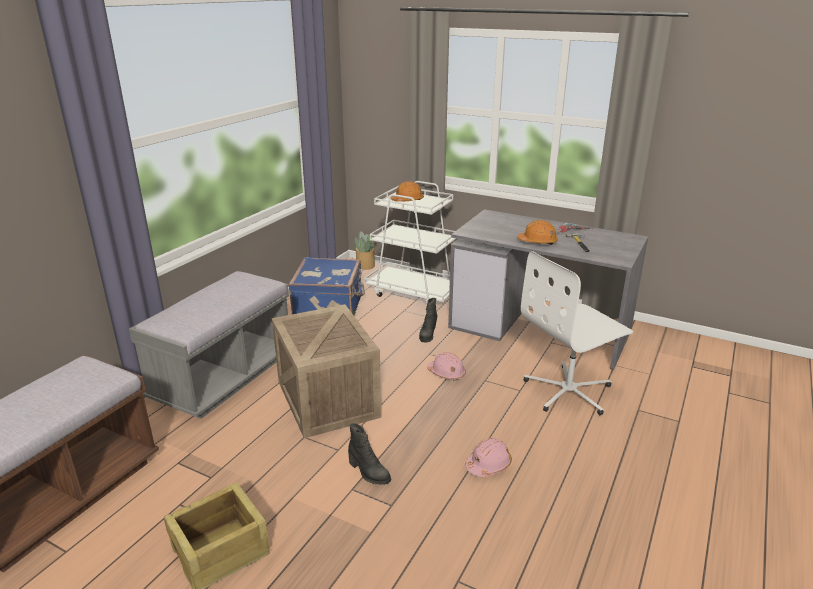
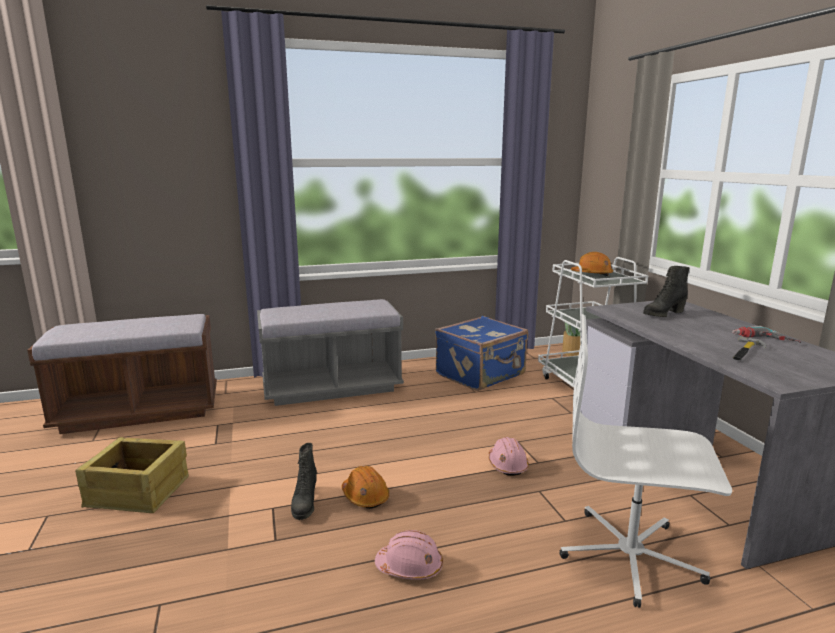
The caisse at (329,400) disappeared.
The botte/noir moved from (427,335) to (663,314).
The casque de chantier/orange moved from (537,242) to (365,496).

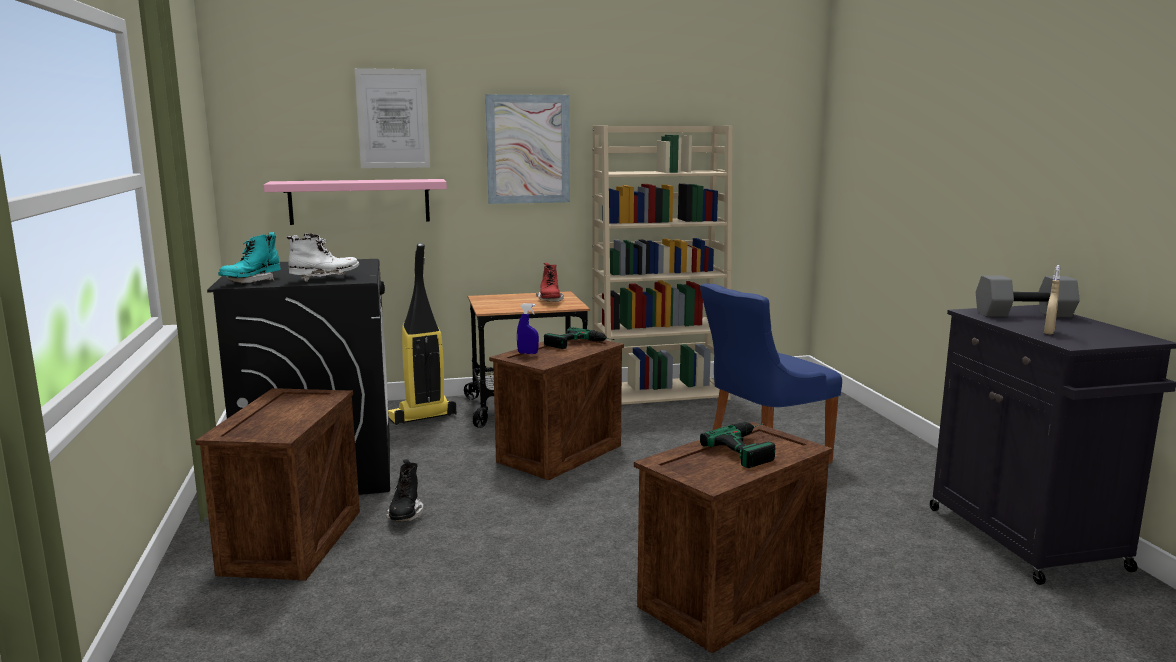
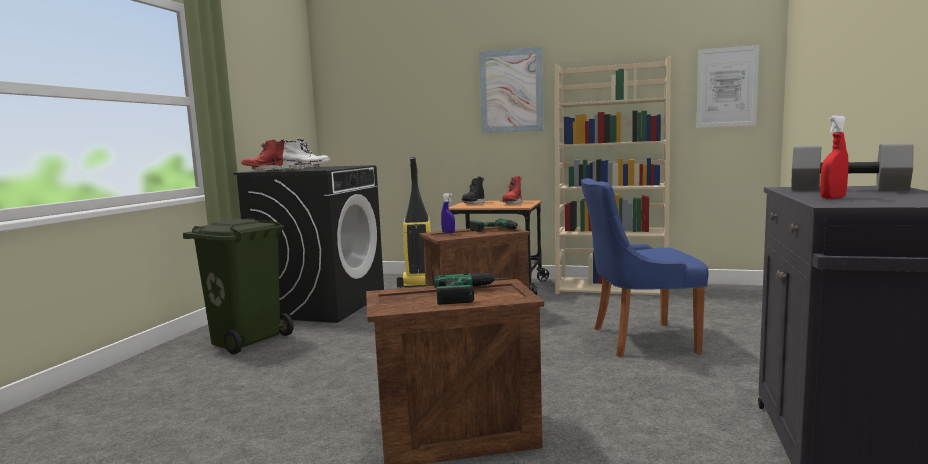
The caisse at (291,541) was replaced by the poubelle/vert at (247,339).
The botte/turquoise at (251,282) became the botte/rouge at (266,170).
The étagère/rose at (359,201) disappeared.
The tableau moved from (393,119) to (726,87).
The botte/noir moved from (405,515) to (473,204).
The vaporisateur/beige at (1049,332) became the vaporisateur/rouge at (833,198).

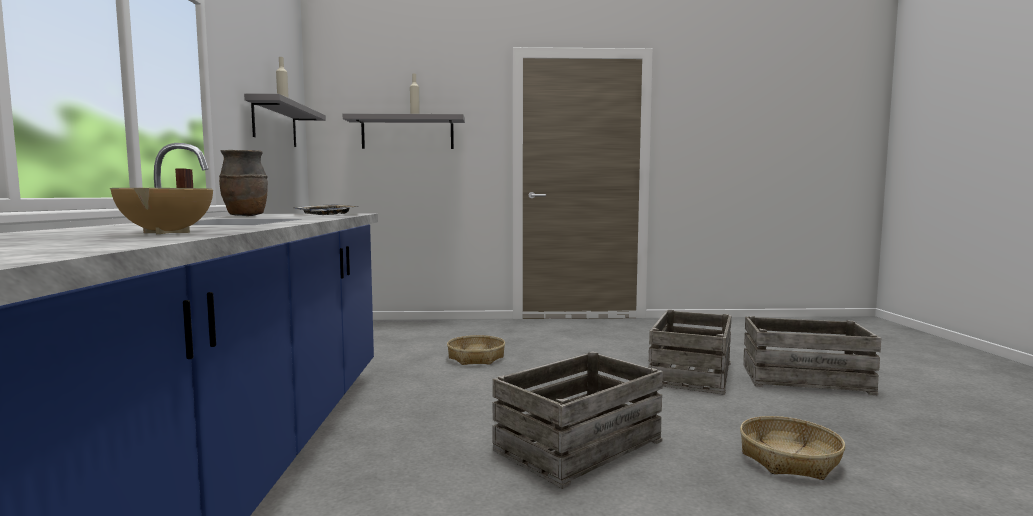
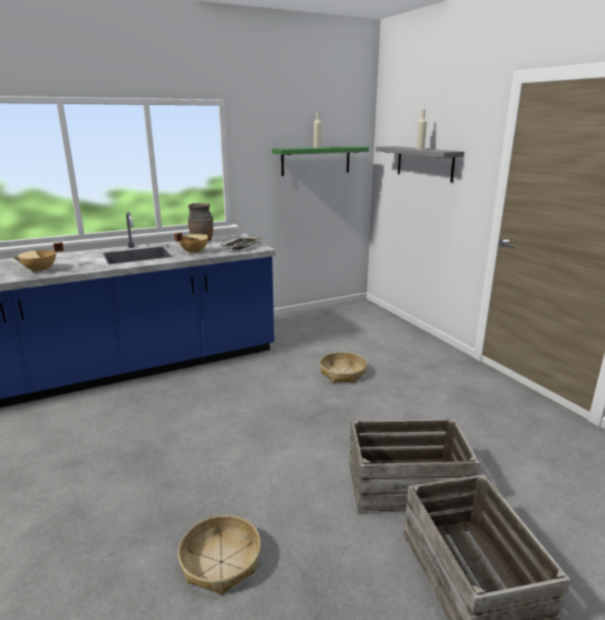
The étagère/gris at (275,124) became the étagère/vert at (316,160).
The caisse at (577,445) disappeared.
The marmite/beige at (193,252) appeared.

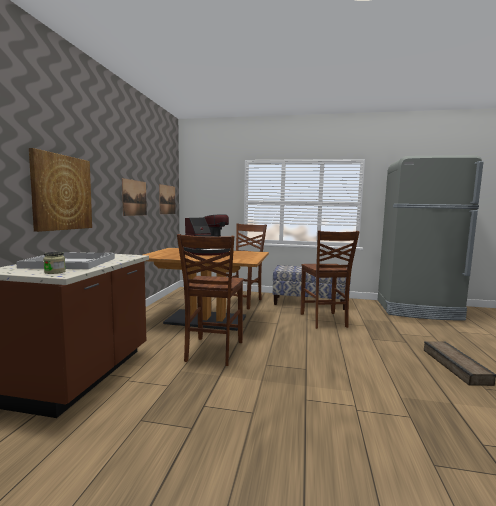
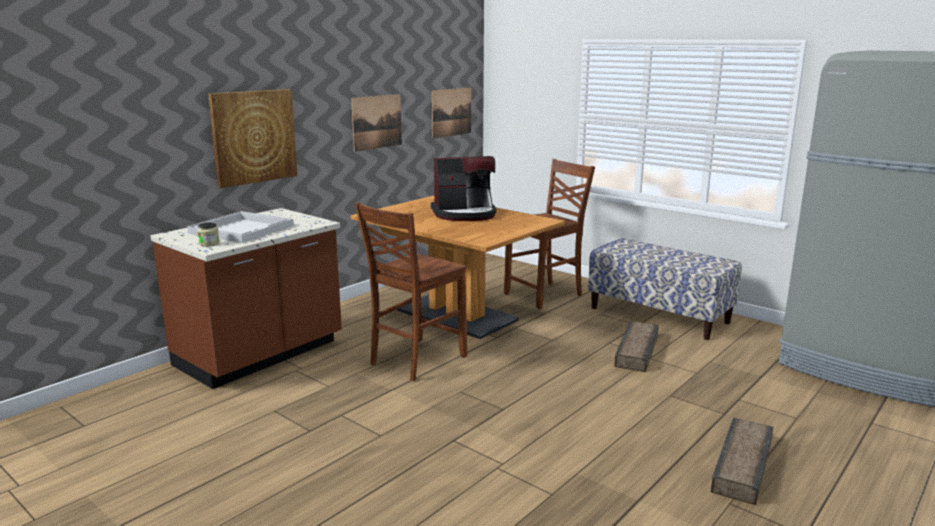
The chaise/marron at (324,321) was replaced by the caisse at (635,350).

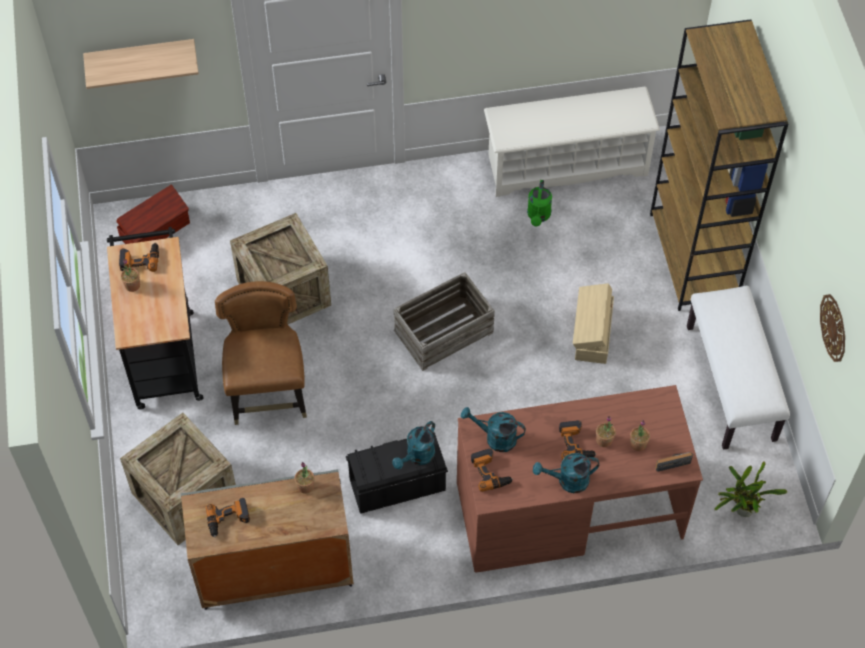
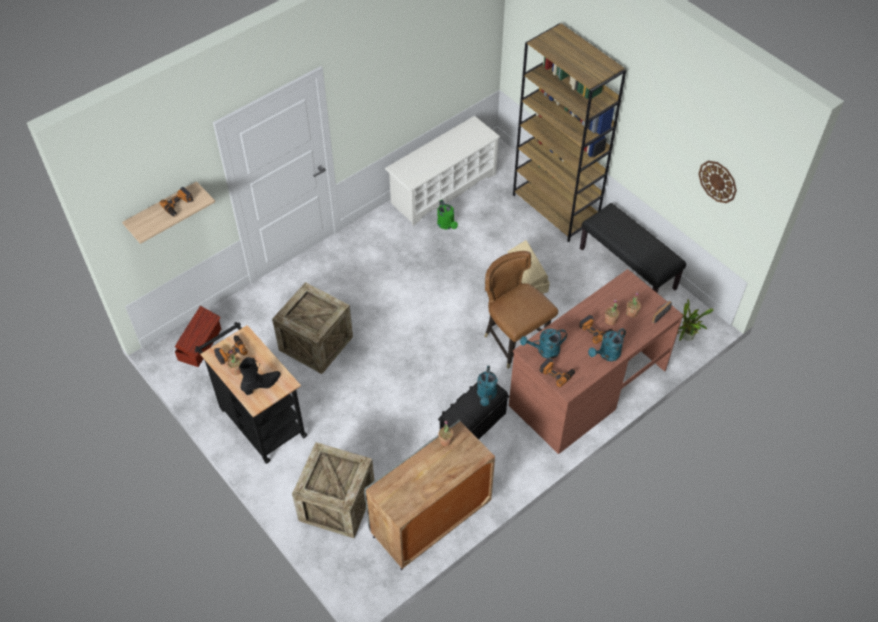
The perceuse moved from (228,520) to (178,205).
The chaise/marron moved from (269,395) to (514,341).
The caisse at (444,332) disappeared.
The banc/blanc at (732,383) became the banc/noir at (628,268).
The botte/noir at (262,385) appeared.

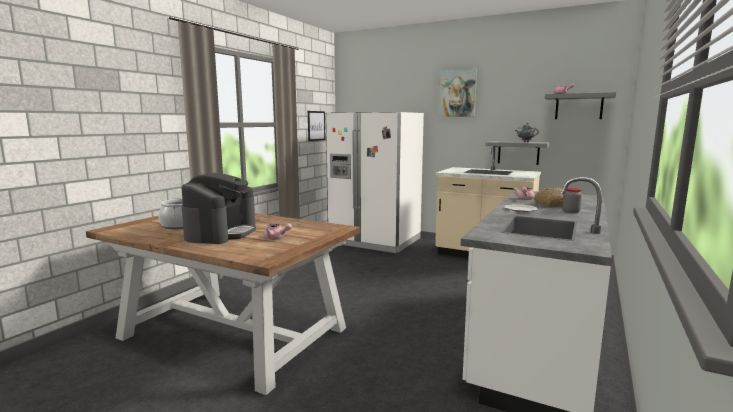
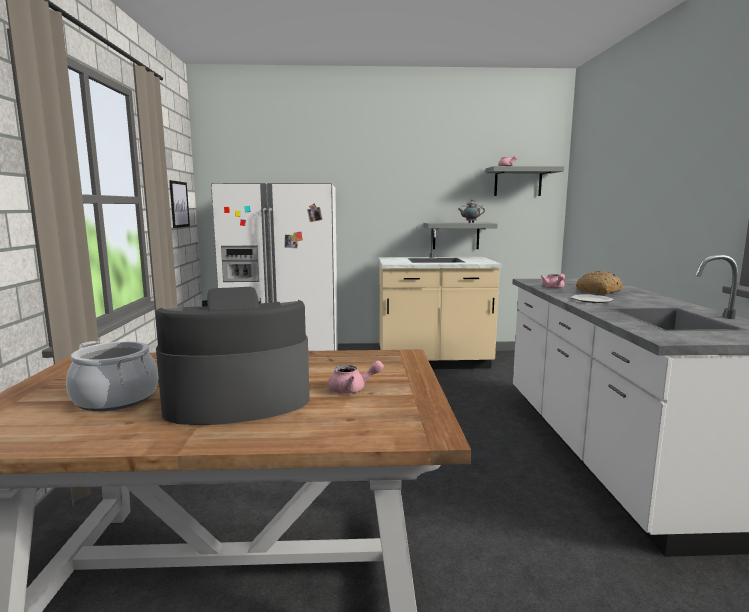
The machine à café at (221,233) turned 90 degrees counterclockwise.
The tableau at (457,93) disappeared.
The bocal at (571,211) disappeared.

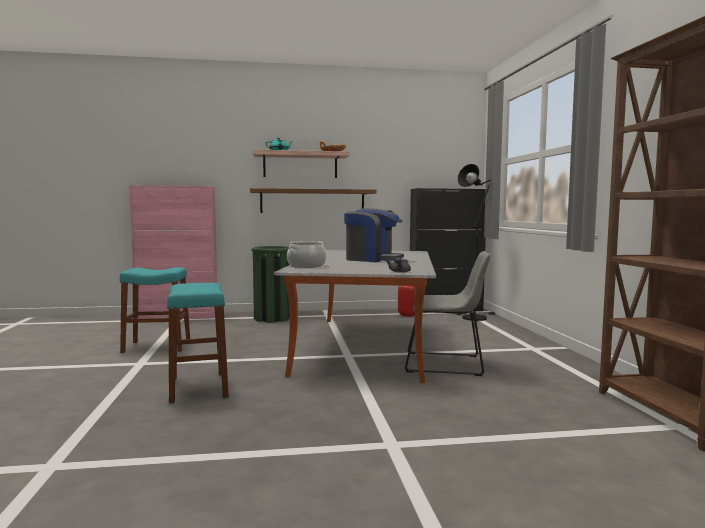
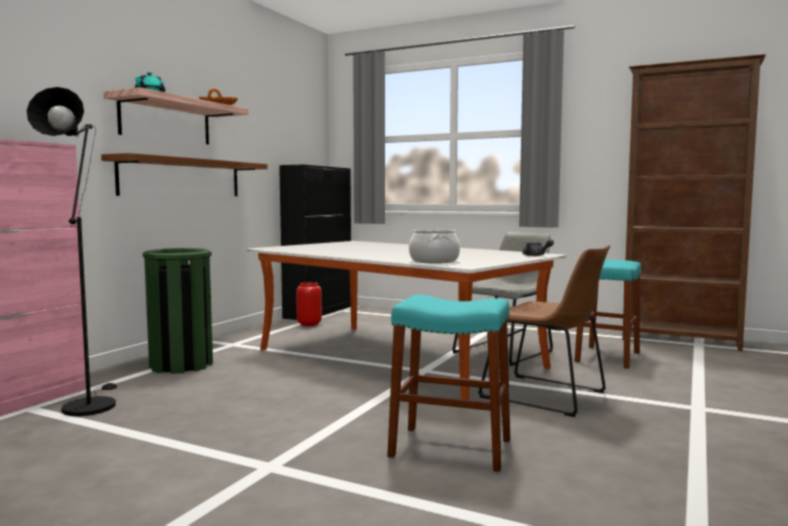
The tabouret/turquoise moved from (157,346) to (607,357).
The machine à café at (372,259) disappeared.
The lampadaire/noir moved from (476,317) to (90,404).
The chaise/marron at (548,396) appeared.

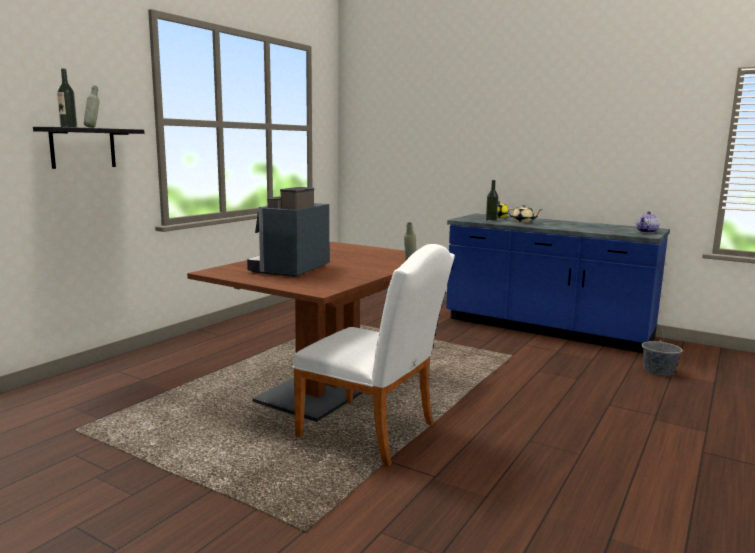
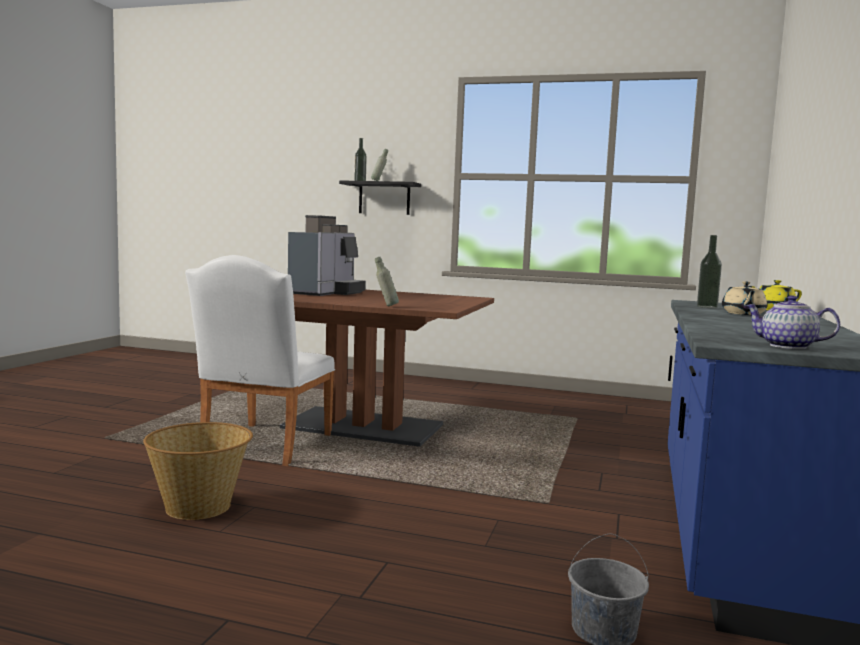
The machine à café at (290,269) turned 105 degrees clockwise.
The panier at (199,507) appeared.

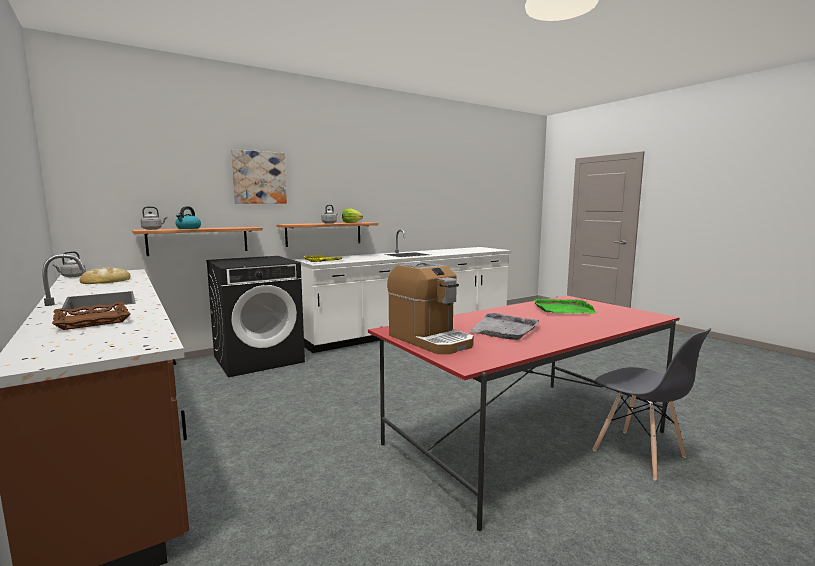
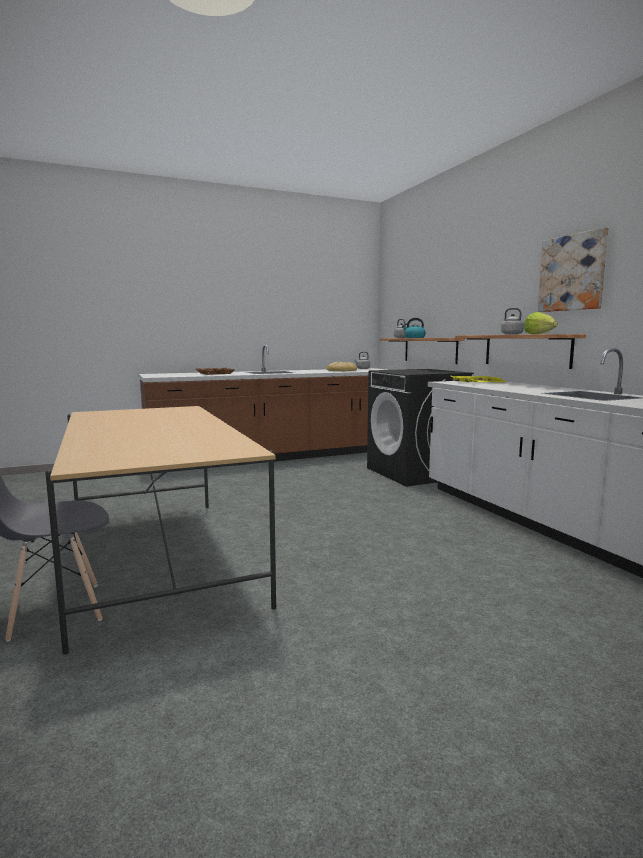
The tableau moved from (259,177) to (572,273).
The table à manger/rouge at (525,438) became the table à manger/beige at (157,558).
The machine à café at (430,340) disappeared.
The plateau/gris at (504,329) disappeared.
The plateau/vert at (562,309) disappeared.

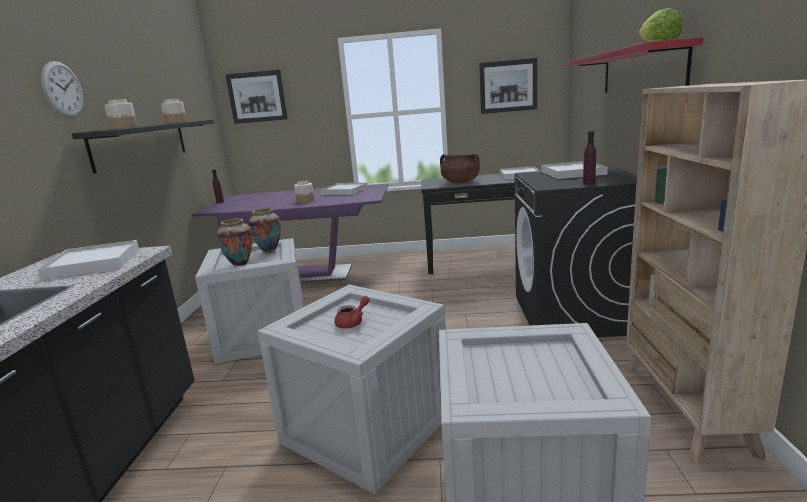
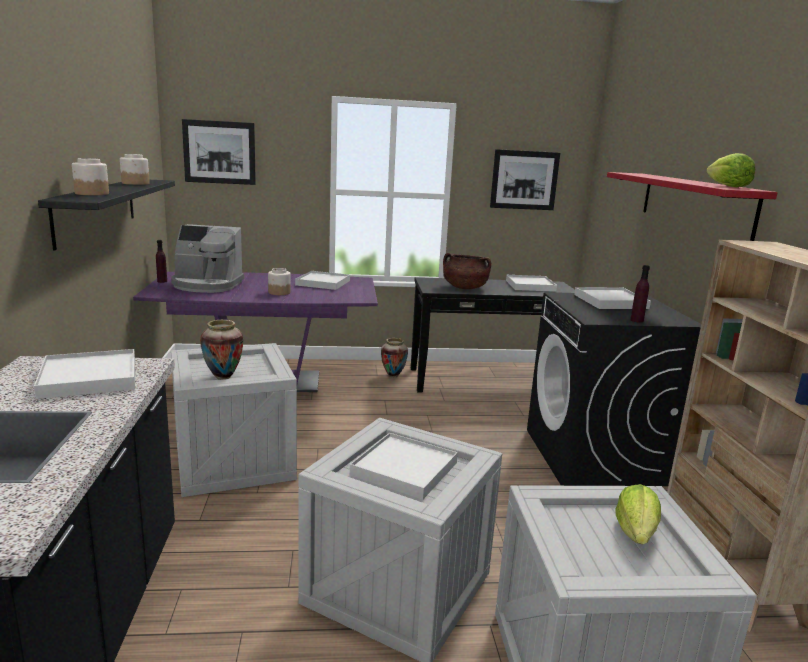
The horloge murale at (63,89) disappeared.
The vase moved from (269,252) to (393,376).
The théière/rouge at (353,322) was replaced by the plateau/blanc at (404,469).
The machine à café at (207,285) appeared.
The laitue at (636,533) appeared.

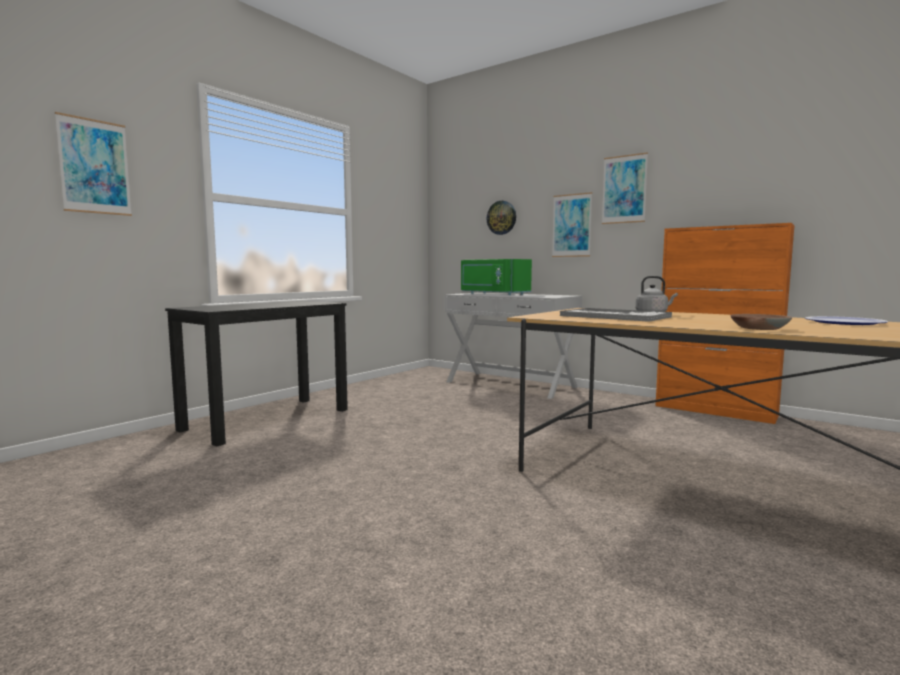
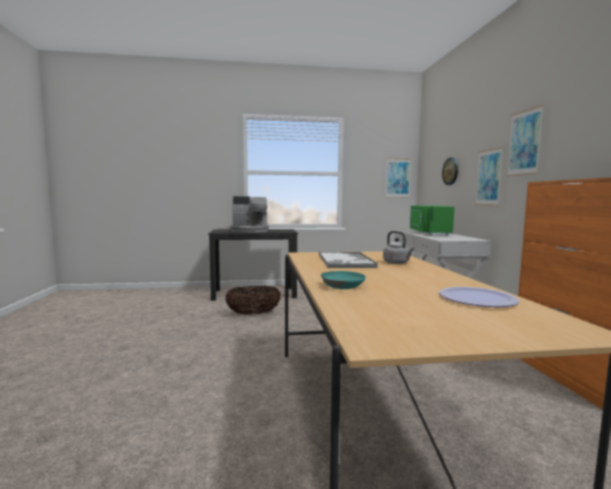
The tableau moved from (94,167) to (398,178).
The bol/marron at (758,328) became the bol/turquoise at (342,286).
The panier at (253,314) appeared.
The machine à café at (250,231) appeared.

